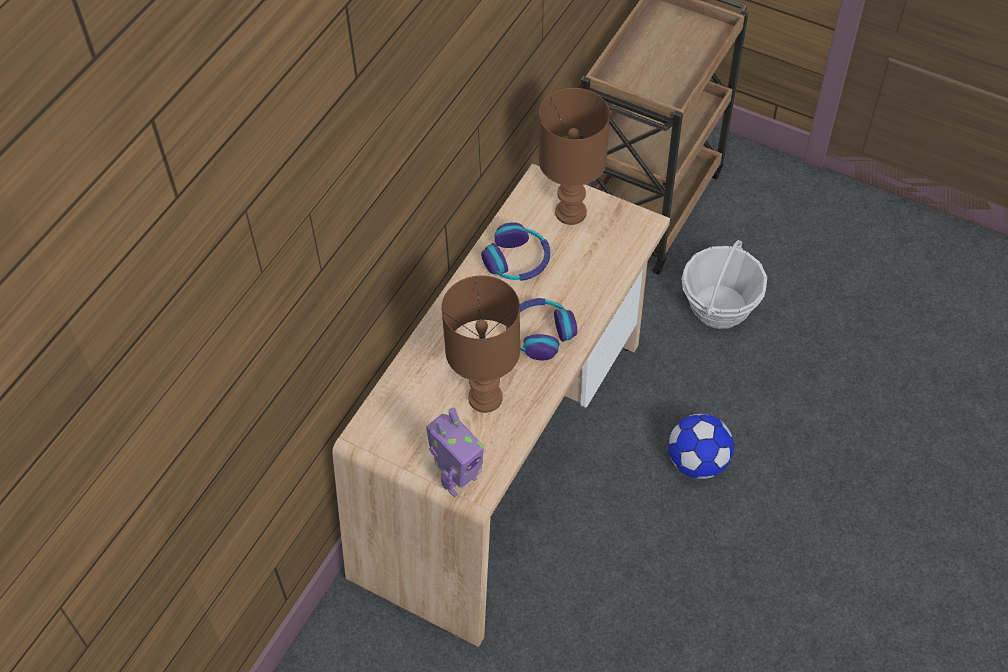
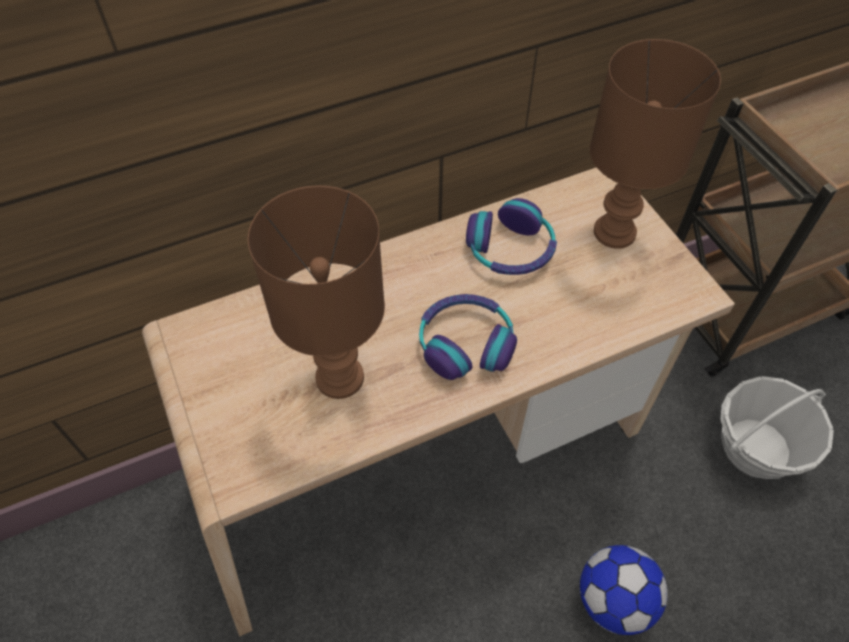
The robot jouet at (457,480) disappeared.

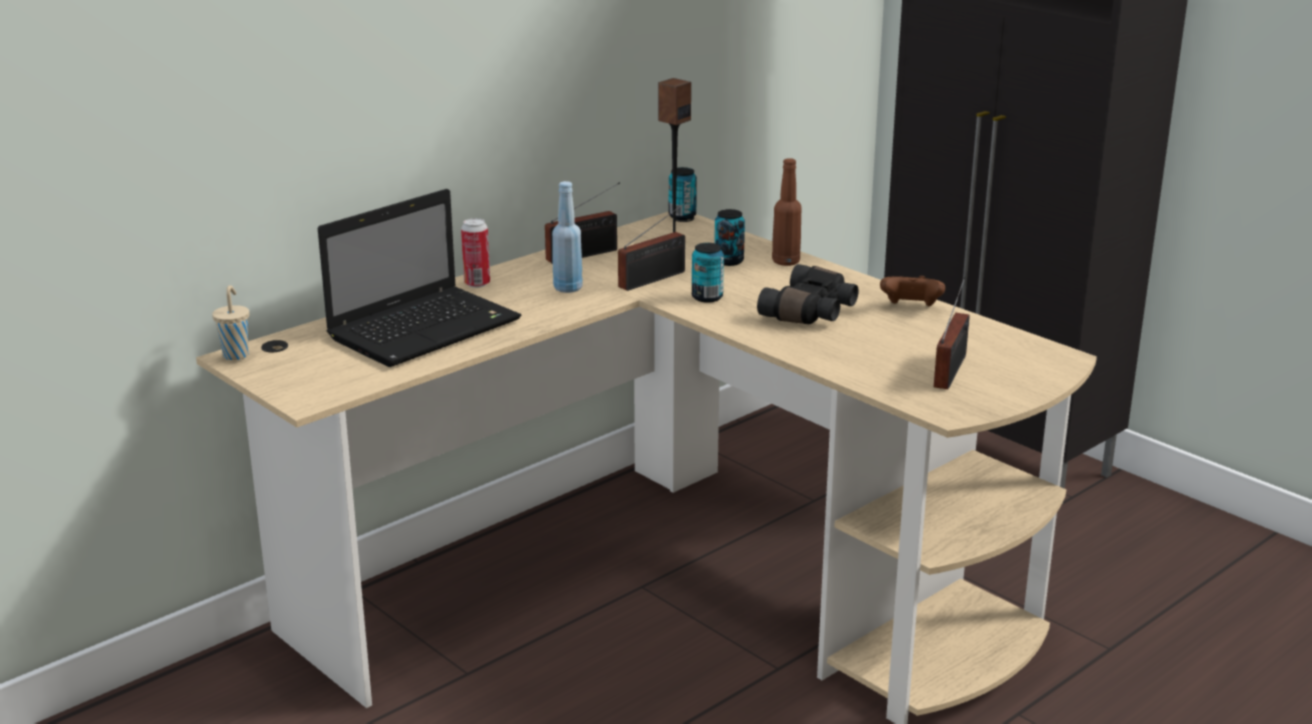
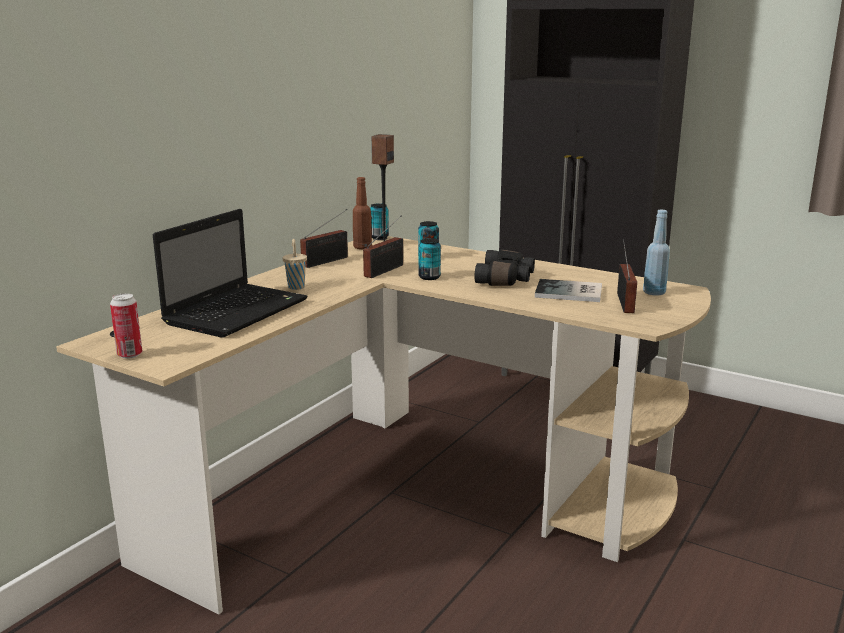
The tasse/beige moved from (236,355) to (296,287).
The boîte métallique moved from (477,284) to (130,355).
The bouteille/bleu moved from (568,288) to (654,293).
The bouteille/marron moved from (785,262) to (362,247).
The manette/marron at (911,308) disappeared.
The livre at (570,293) appeared.

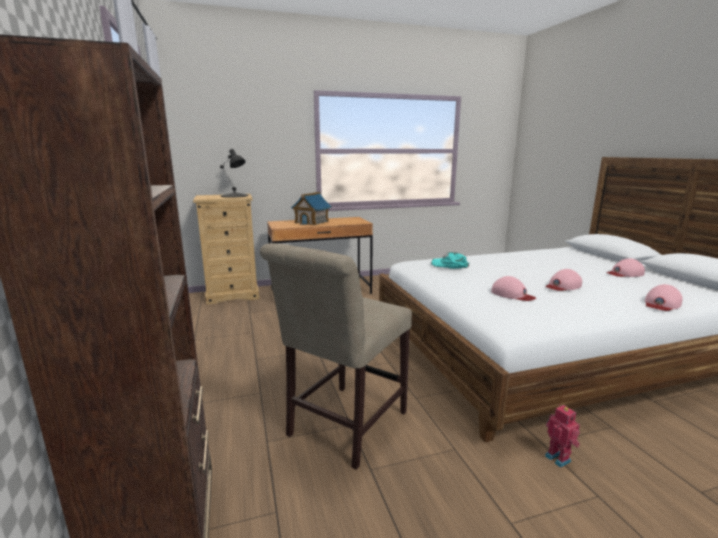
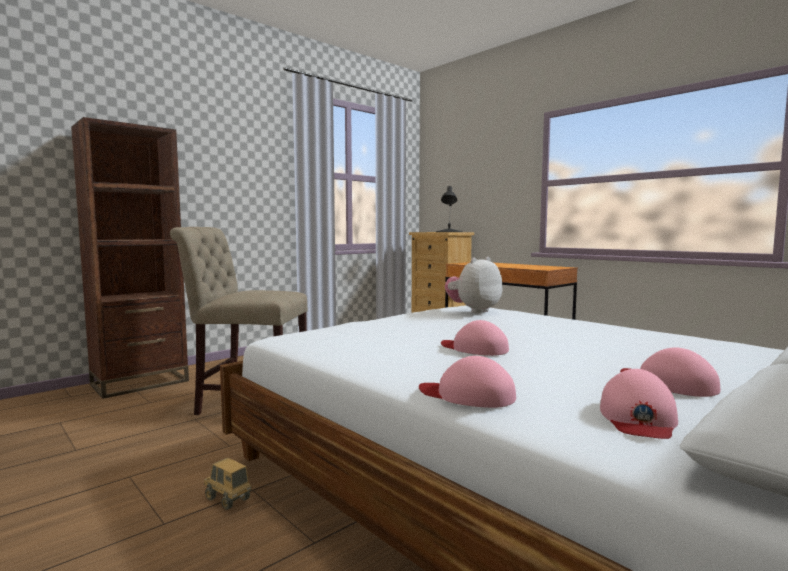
The maison miniature at (312,222) disappeared.
The casquette/turquoise at (450,265) was replaced by the peluche at (473,311).
The casquette/rose moved from (512,294) to (638,417).
The robot jouet at (558,458) was replaced by the camion jouet at (228,499).

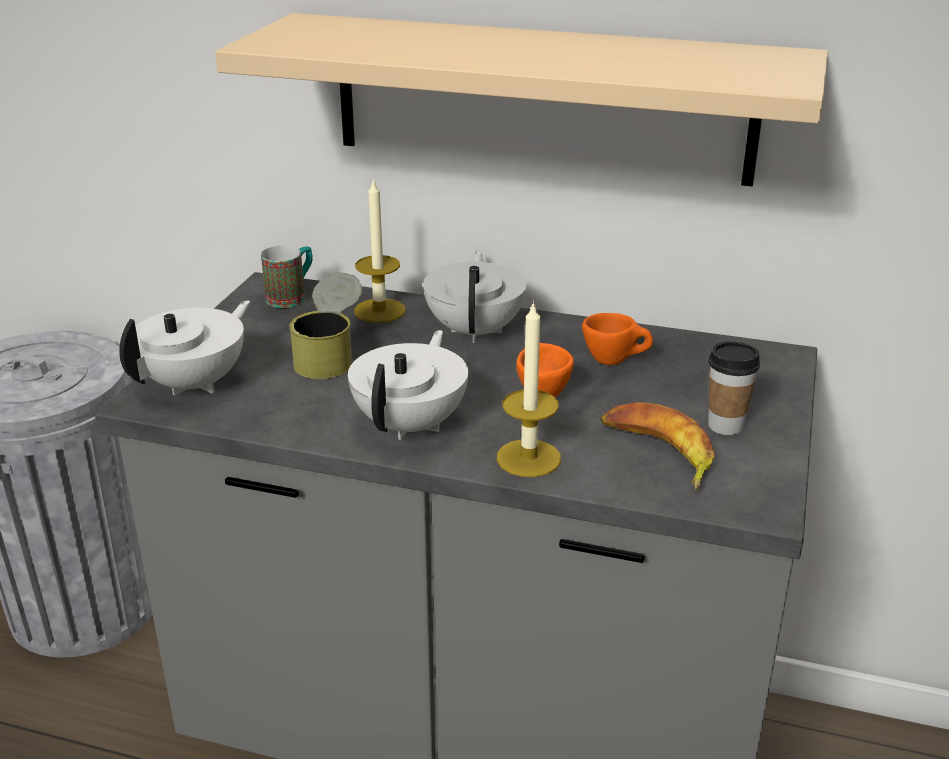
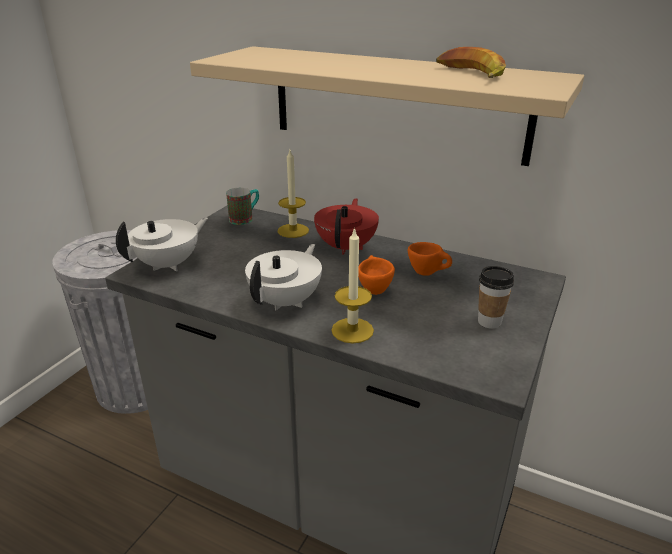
The boîte métallique at (331,355) disappeared.
The théière/blanc at (476,330) became the théière/rouge at (347,247).
The banane moved from (658,453) to (469,73).

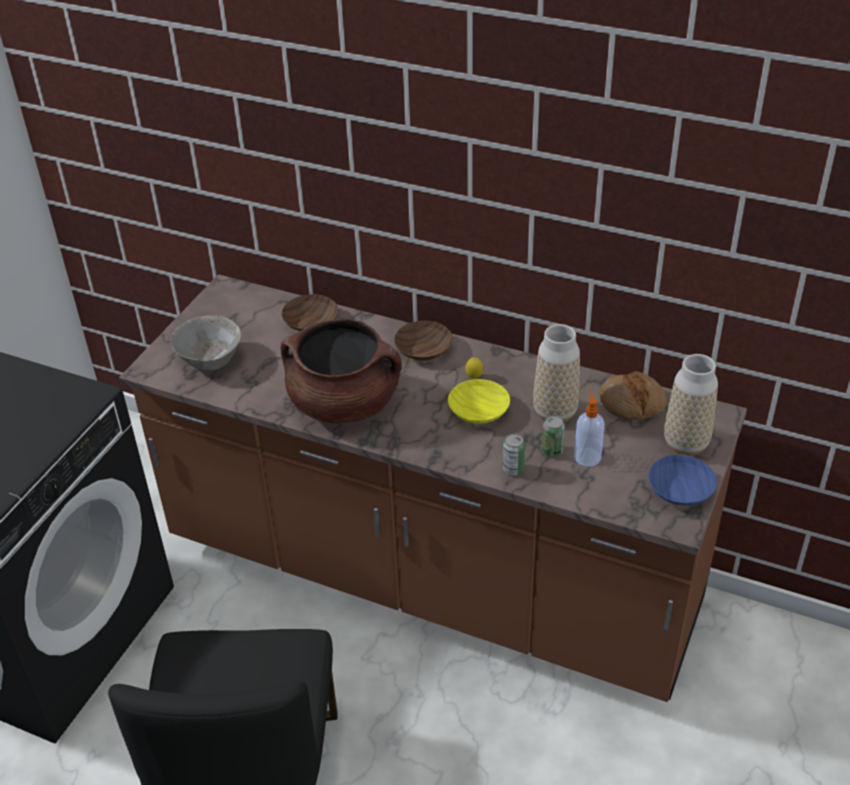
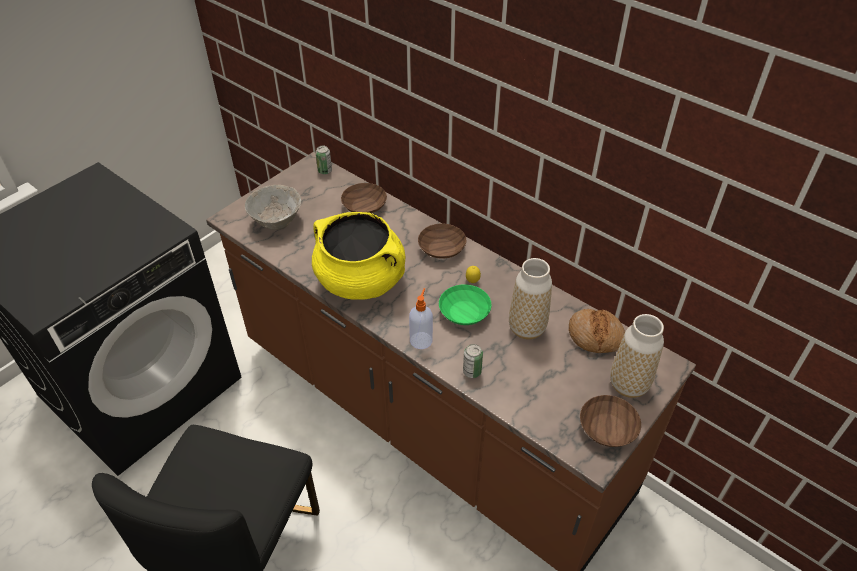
The marmite/marron at (345,404) became the marmite/jaune at (361,281).
The bol/jaune at (477,411) became the bol/vert at (463,312).
The boîte métallique moved from (552,451) to (325,171).
The distributeur de savon moved from (587,456) to (421,340).
The bol/bleu at (681,492) became the bol/marron at (607,430).

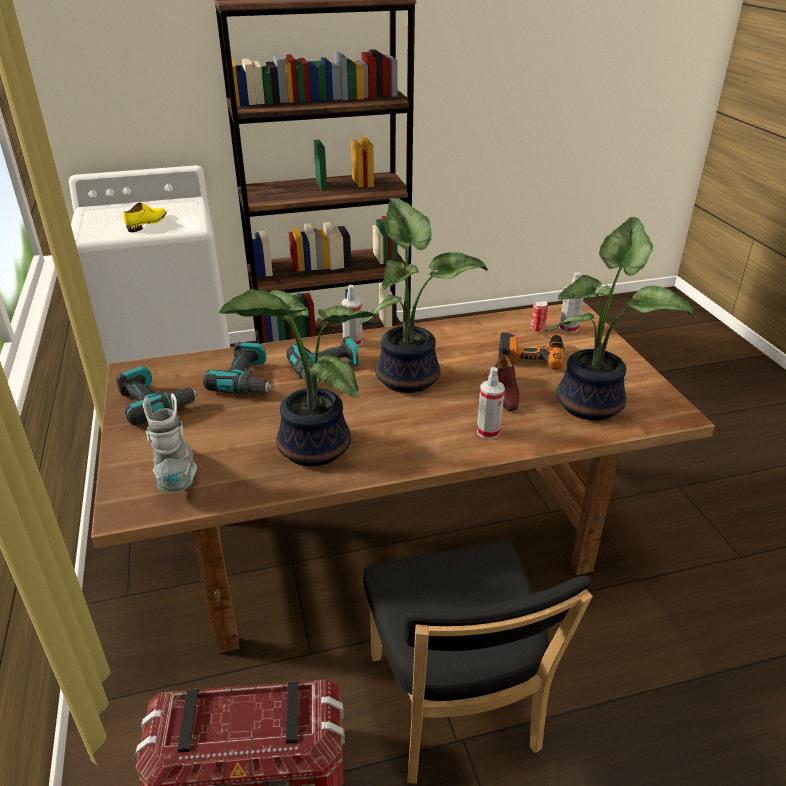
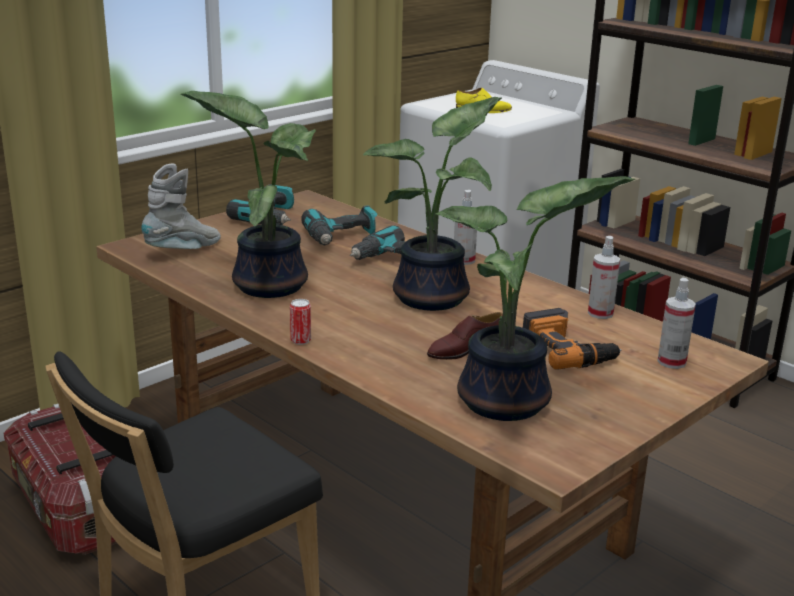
The vaporisateur moved from (488,432) to (600,313).
The boîte métallique moved from (537,329) to (300,341).

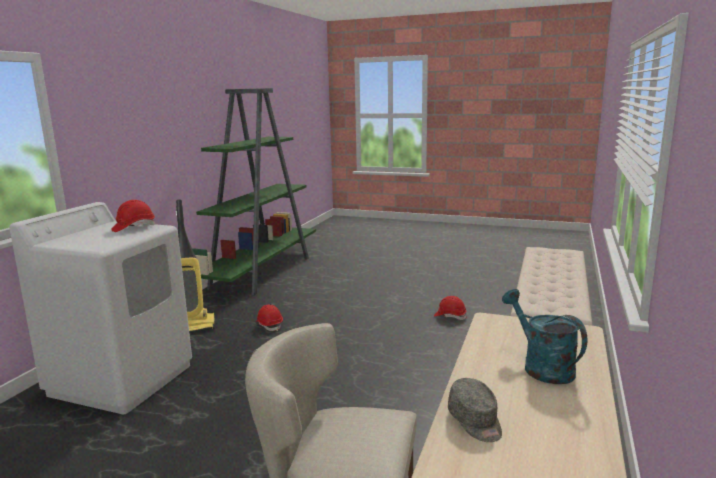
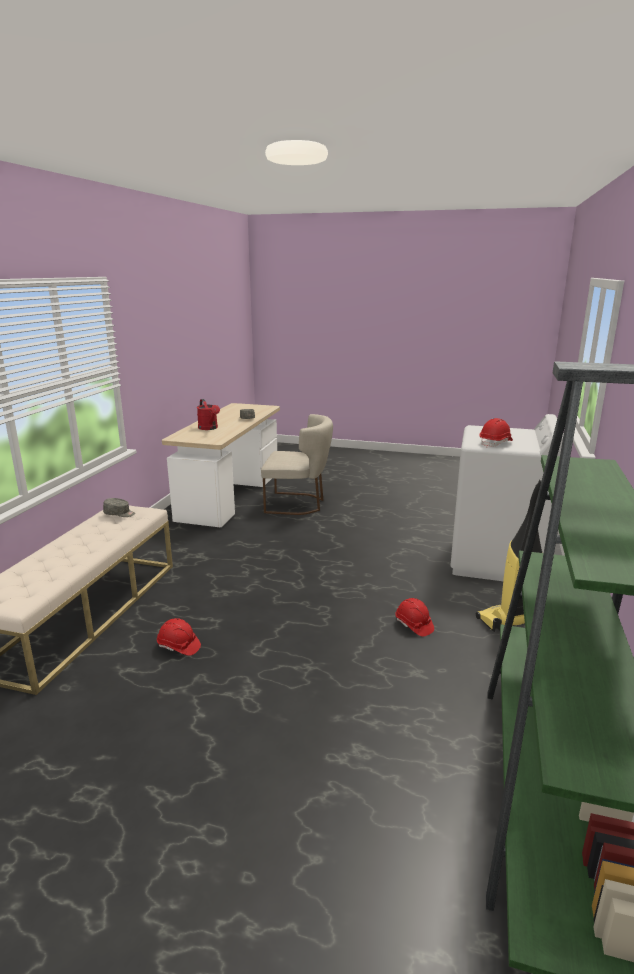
The arrosoir/turquoise at (541,366) became the arrosoir/rouge at (209,428).
The casquette/gris at (119,514) appeared.

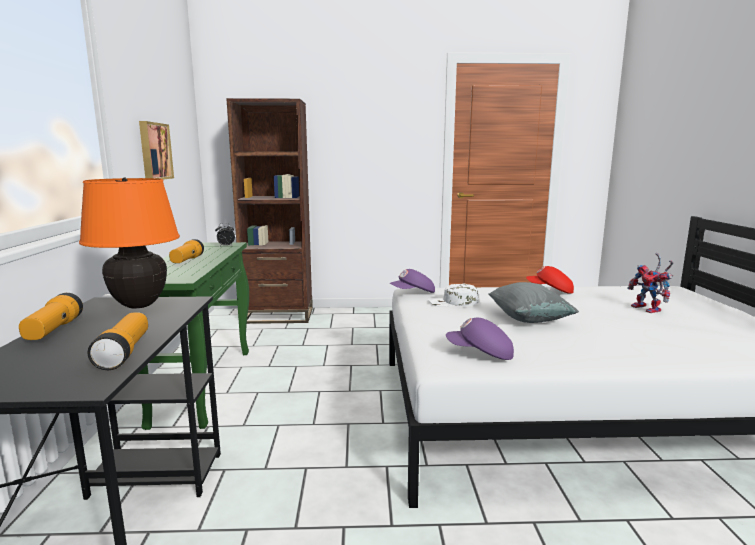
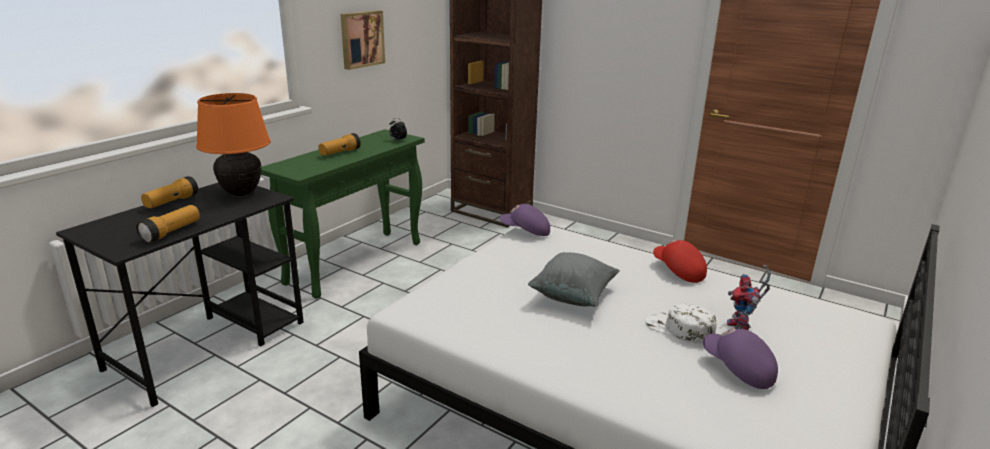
The casquette/blanc moved from (453,302) to (679,329).
The casquette/violet moved from (480,354) to (737,369).

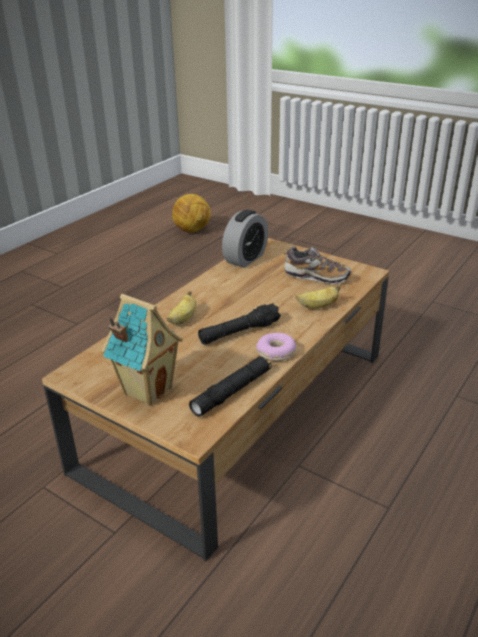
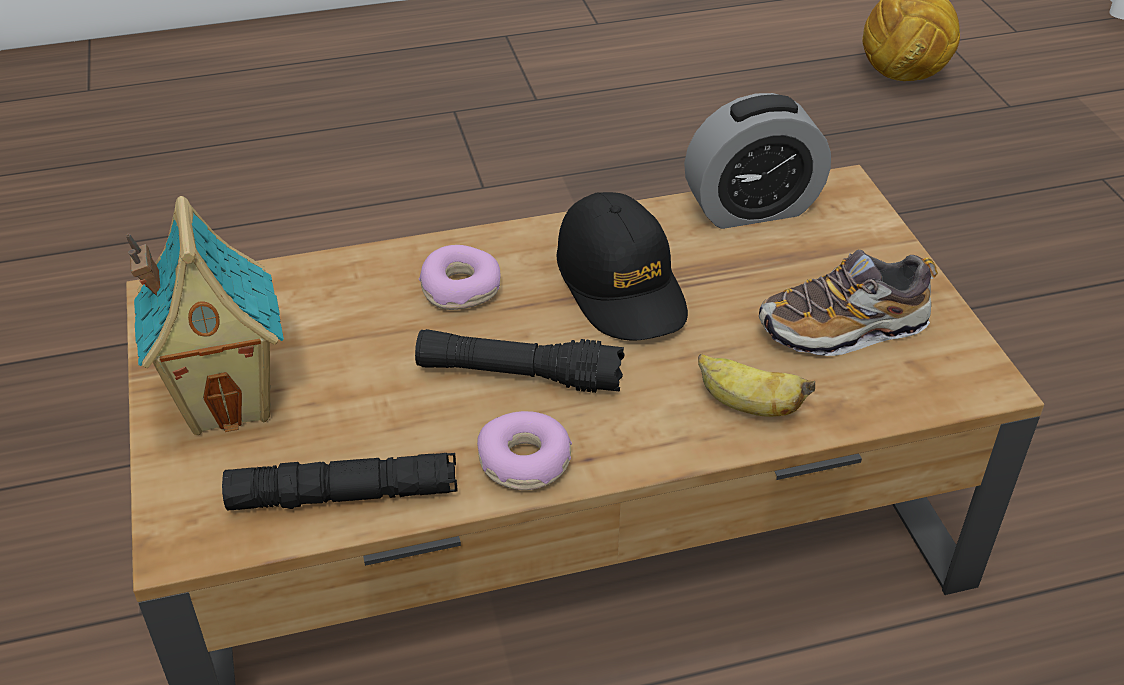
The banane at (183,319) was replaced by the beignet at (461,288).
The chaussure at (316,276) turned 105 degrees clockwise.
The casquette/noir at (622,285) appeared.

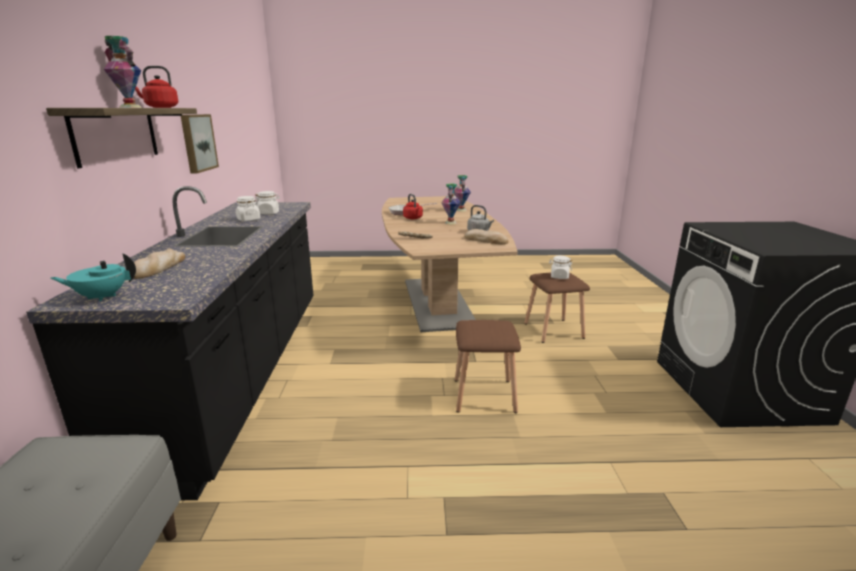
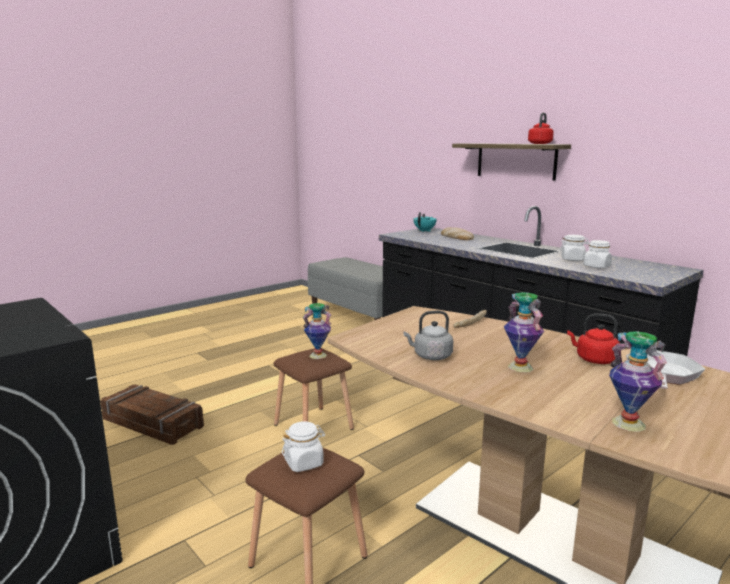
The vase moved from (131,107) to (318,355).
The tableau at (197,142) disappeared.
The pain at (486,240) disappeared.
The caisse at (152,423) appeared.

